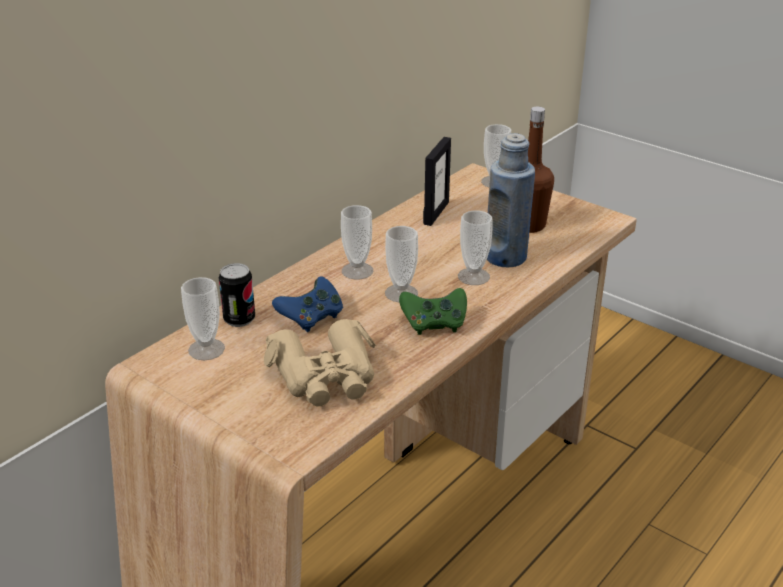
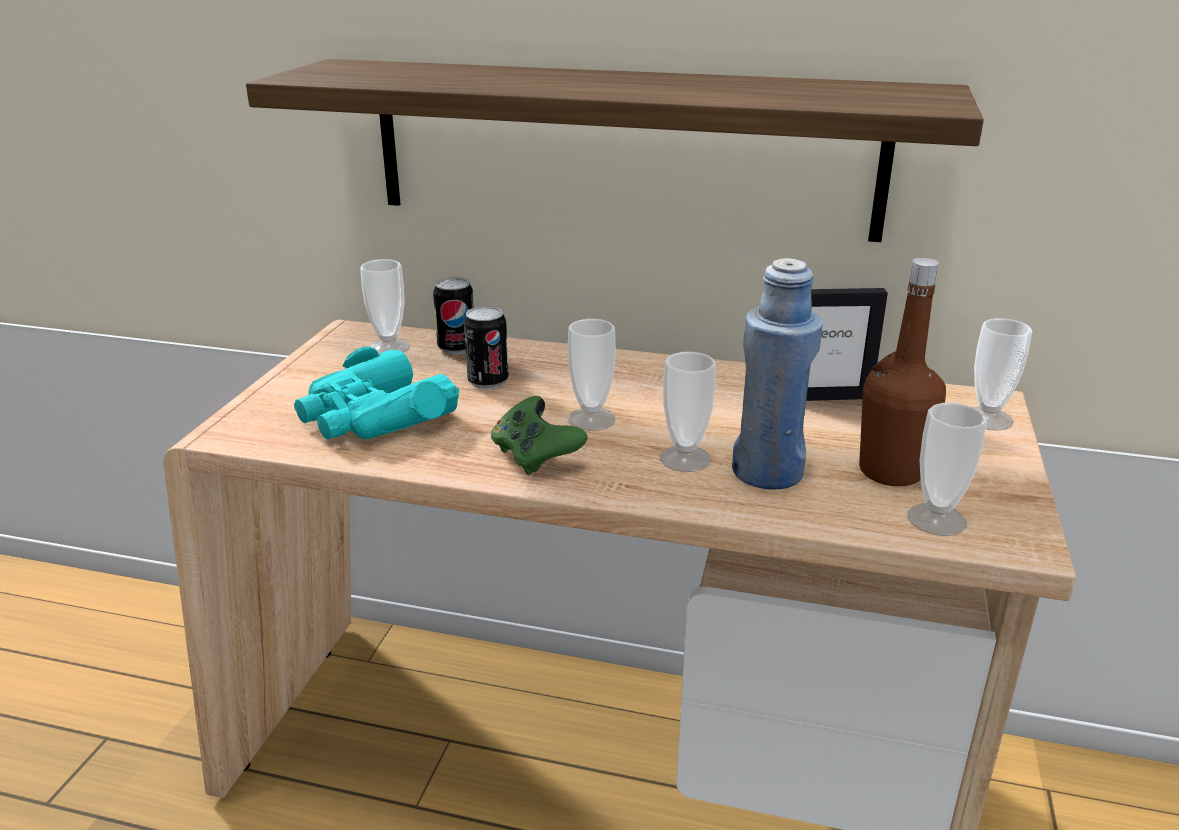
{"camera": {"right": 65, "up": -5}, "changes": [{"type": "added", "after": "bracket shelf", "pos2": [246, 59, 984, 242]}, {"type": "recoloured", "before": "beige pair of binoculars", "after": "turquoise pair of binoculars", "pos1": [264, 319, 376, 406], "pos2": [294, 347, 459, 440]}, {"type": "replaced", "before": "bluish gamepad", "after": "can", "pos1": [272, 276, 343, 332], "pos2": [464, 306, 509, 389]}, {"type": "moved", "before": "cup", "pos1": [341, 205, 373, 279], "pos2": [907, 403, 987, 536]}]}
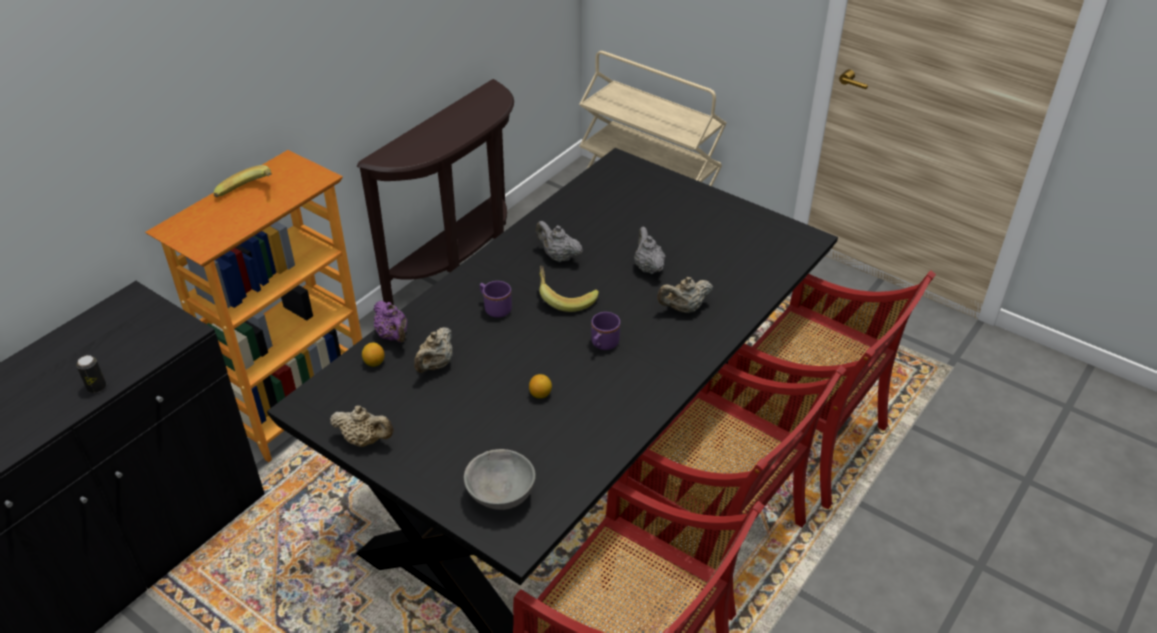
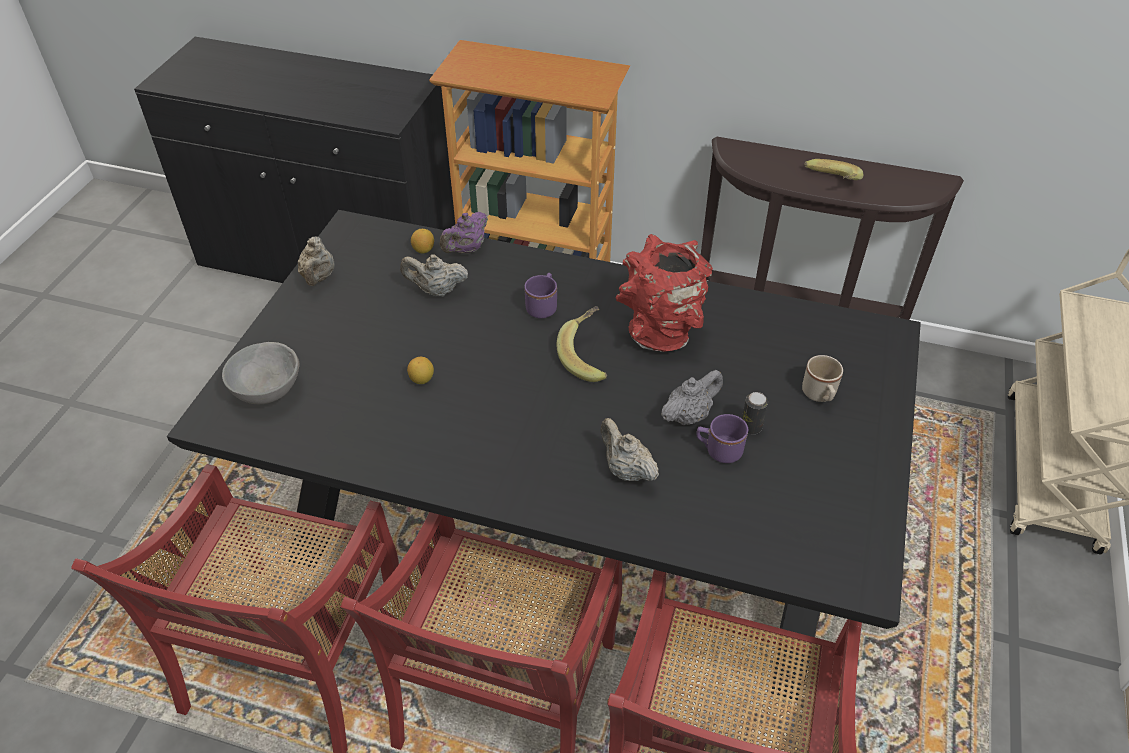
{"camera": {"right": 70, "up": 5}, "changes": [{"type": "replaced", "before": "grey pot for tea", "after": "red-coloured flower vase", "pos1": [536, 221, 583, 262], "pos2": [615, 234, 713, 352]}, {"type": "moved", "before": "purple-coloured tea mug", "pos1": [591, 312, 620, 350], "pos2": [696, 414, 748, 463]}, {"type": "moved", "before": "can", "pos1": [76, 355, 106, 393], "pos2": [742, 392, 768, 434]}, {"type": "added", "after": "beige tea mug", "pos2": [802, 355, 843, 402]}, {"type": "moved", "before": "whole banana", "pos1": [214, 165, 272, 197], "pos2": [804, 159, 863, 180]}]}
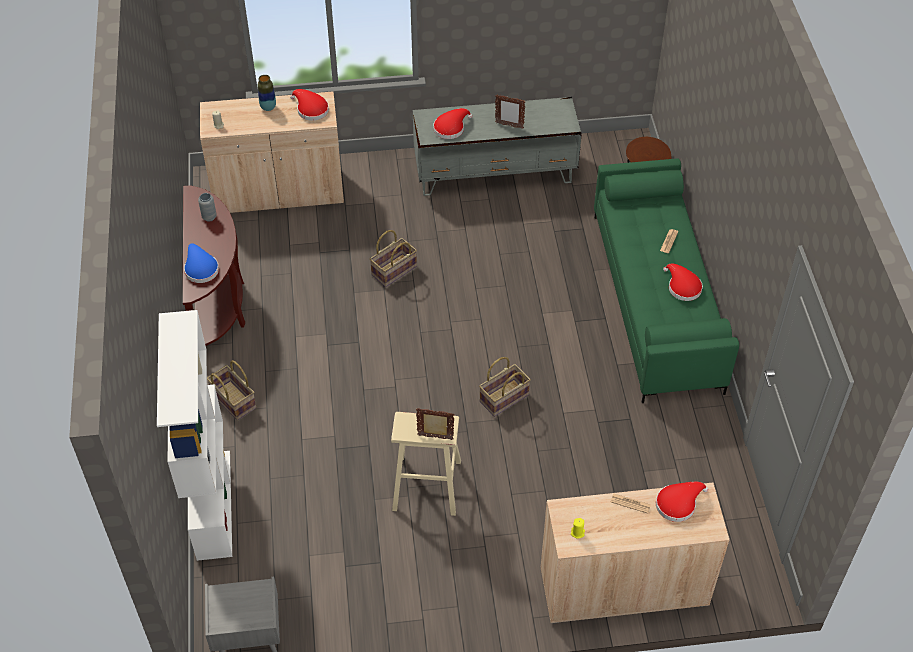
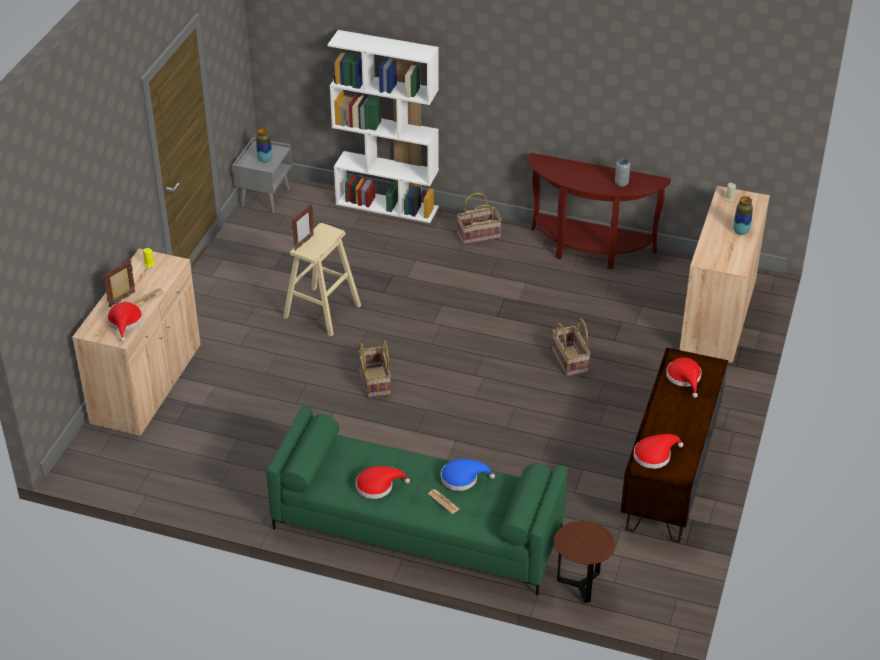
{"camera": {"right": 115, "up": -10}, "changes": [{"type": "moved", "before": "photo frame", "pos1": [495, 95, 526, 129], "pos2": [103, 260, 135, 307]}, {"type": "added", "after": "flower vase", "pos2": [256, 128, 272, 163]}, {"type": "moved", "before": "bluish hat", "pos1": [184, 243, 219, 283], "pos2": [441, 459, 495, 491]}, {"type": "recoloured", "before": "grey media console", "after": "brownish media console", "pos1": [413, 97, 582, 196], "pos2": [621, 347, 728, 543]}, {"type": "moved", "before": "red-coloured hat", "pos1": [290, 89, 329, 121], "pos2": [633, 434, 683, 469]}]}
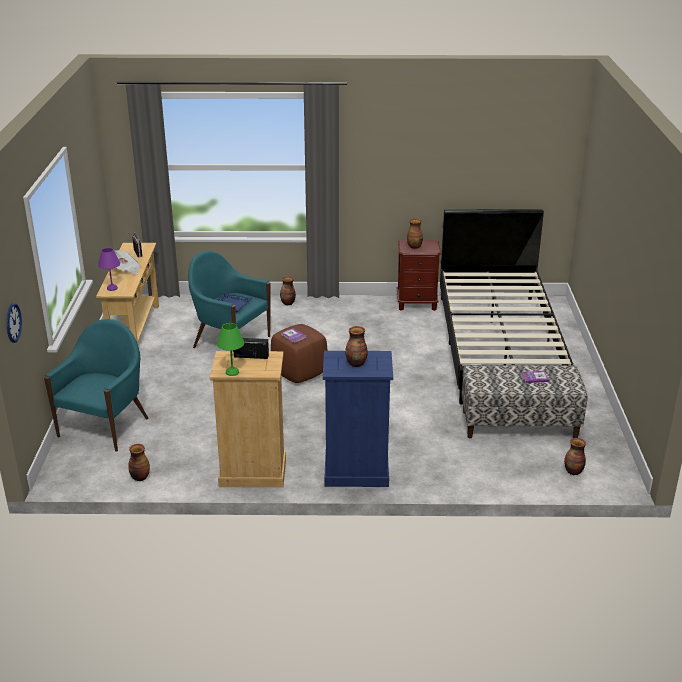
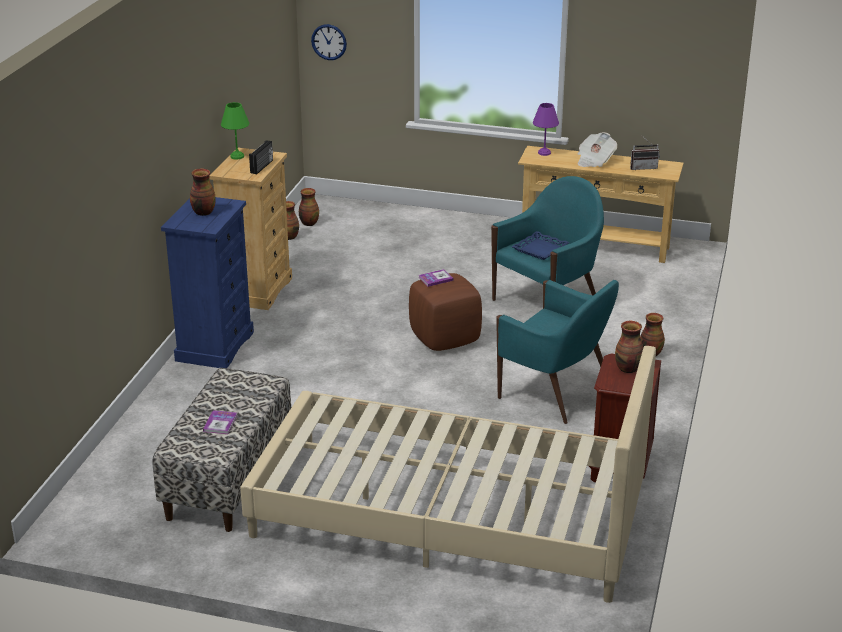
{"camera": {"right": 105, "up": 0}, "changes": [{"type": "recoloured", "before": "black-coloured bedroom bed", "after": "beige bedroom bed", "pos1": [440, 209, 574, 405], "pos2": [240, 346, 656, 603]}, {"type": "moved", "before": "flower vase", "pos1": [564, 438, 586, 475], "pos2": [299, 188, 319, 226]}, {"type": "moved", "before": "turquoise lounge chair", "pos1": [44, 319, 149, 452], "pos2": [496, 280, 619, 424]}]}
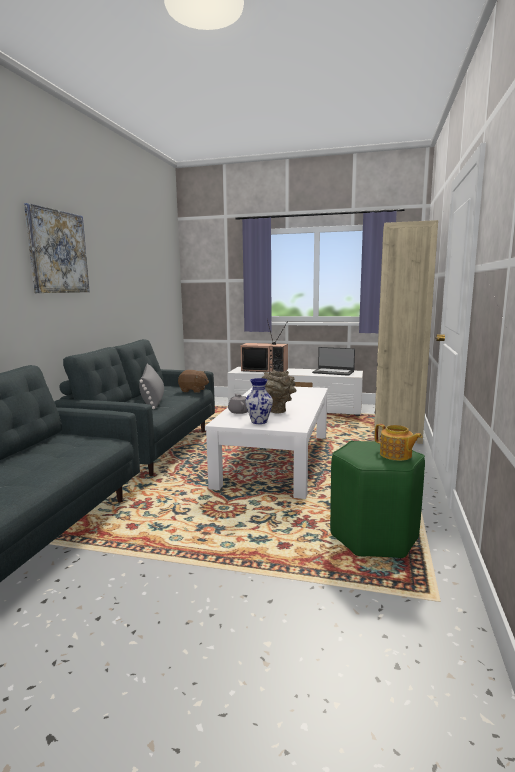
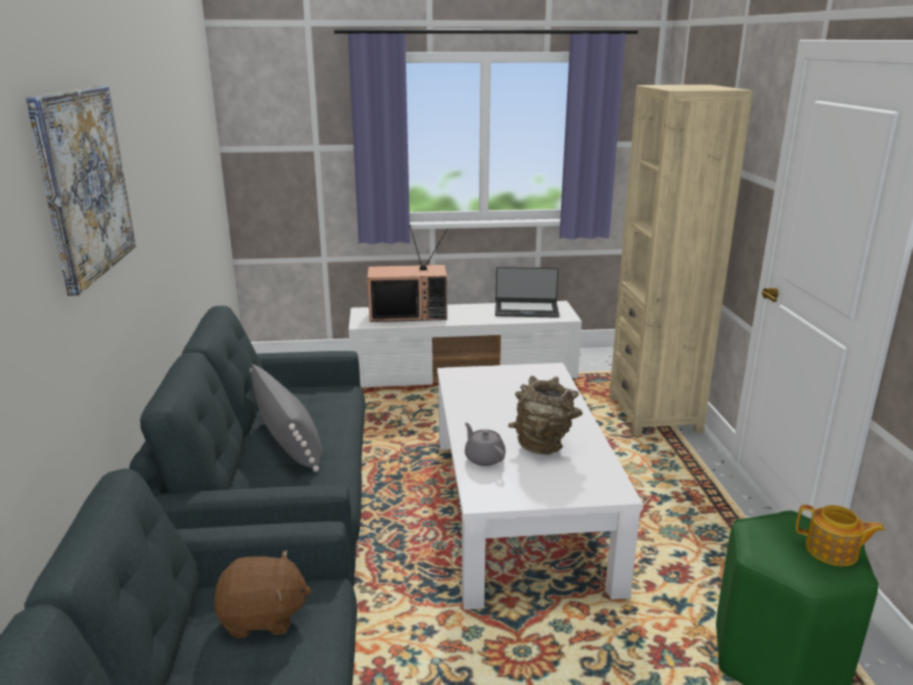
{"camera": {"right": -20, "up": 10}, "changes": [{"type": "moved", "before": "brownish cuddly toy", "pos1": [178, 370, 209, 393], "pos2": [214, 550, 312, 638]}, {"type": "removed", "before": "flower vase", "pos1": [245, 378, 273, 424]}]}
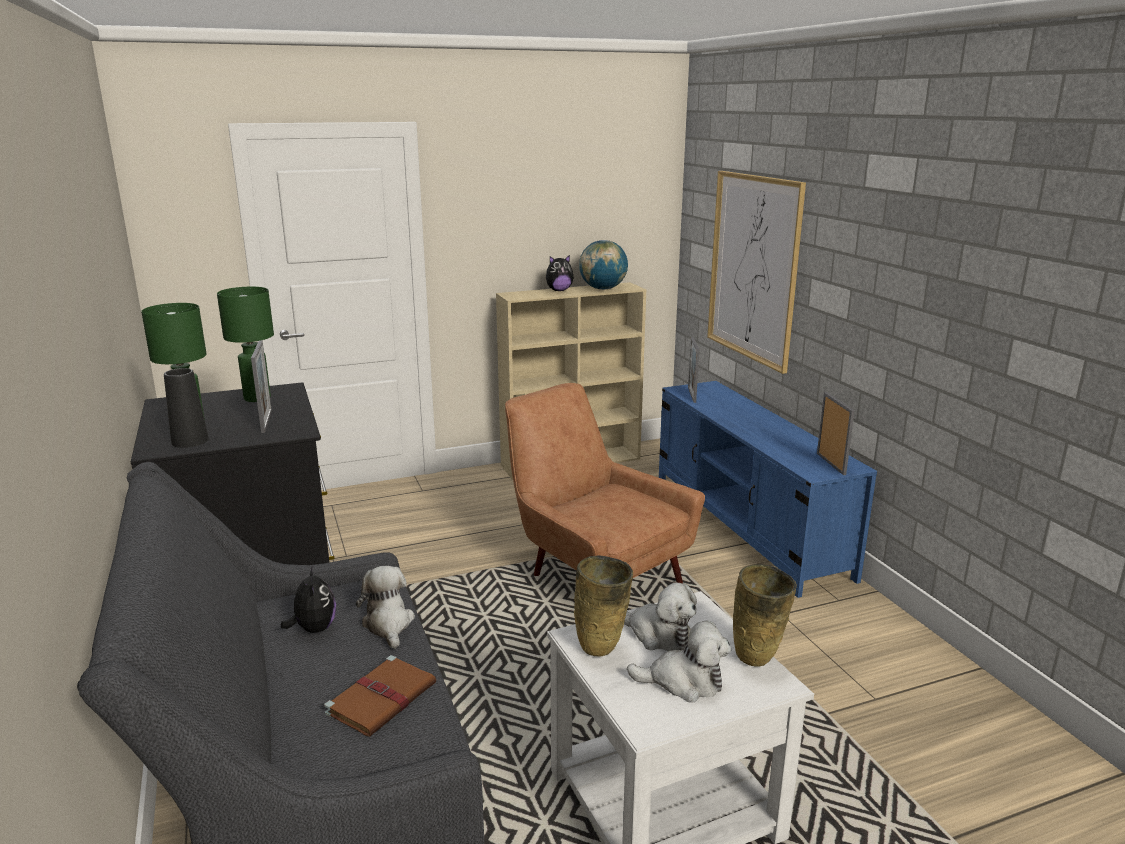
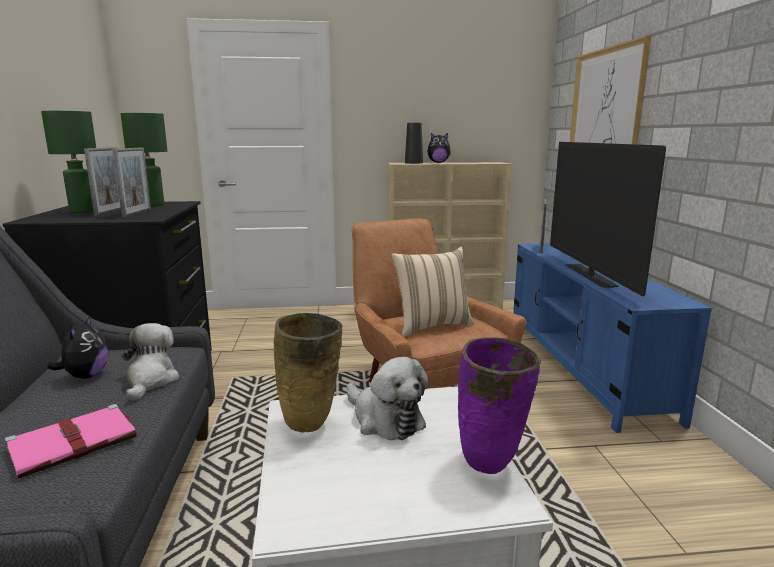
{"camera": {"right": 15, "up": -5}, "changes": [{"type": "recoloured", "before": "brownish book", "after": "pinkish book", "pos1": [324, 655, 436, 737], "pos2": [5, 404, 137, 479]}, {"type": "moved", "before": "photo frame", "pos1": [817, 392, 855, 475], "pos2": [84, 147, 121, 216]}, {"type": "added", "after": "beige cushion", "pos2": [391, 246, 475, 337]}, {"type": "moved", "before": "black-coloured flower vase", "pos1": [164, 368, 209, 448], "pos2": [405, 123, 423, 164]}, {"type": "recoloured", "before": "beige flower vase", "after": "purple-coloured flower vase", "pos1": [733, 564, 797, 667], "pos2": [458, 337, 541, 474]}, {"type": "added", "after": "TV", "pos2": [550, 142, 666, 296]}, {"type": "removed", "before": "globe", "pos1": [579, 240, 628, 290]}, {"type": "removed", "before": "cuddly toy", "pos1": [627, 620, 731, 702]}]}
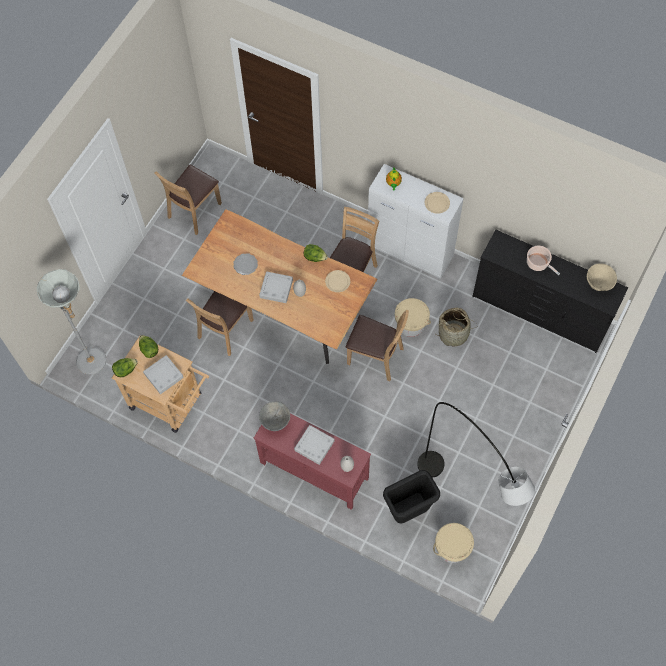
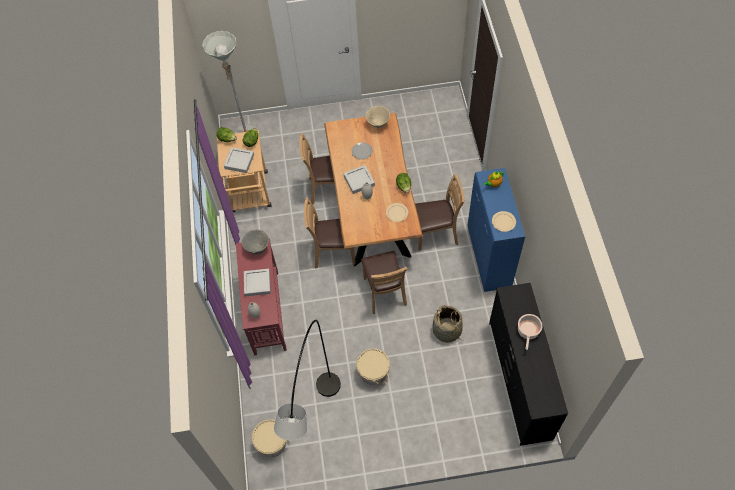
{"camera": {"right": 55, "up": -5}, "changes": [{"type": "moved", "before": "brownish plain chair", "pos1": [155, 165, 222, 235], "pos2": [304, 198, 355, 269]}, {"type": "moved", "before": "beige bucket", "pos1": [395, 298, 431, 337], "pos2": [356, 349, 390, 385]}, {"type": "moved", "before": "beige serving bowl", "pos1": [587, 263, 617, 291], "pos2": [366, 106, 390, 128]}, {"type": "recoloured", "before": "white-coloured storage cabinet", "after": "bluish storage cabinet", "pos1": [367, 164, 464, 279], "pos2": [467, 168, 525, 292]}, {"type": "removed", "before": "black-coloured rubbish bin", "pos1": [383, 470, 440, 523]}]}
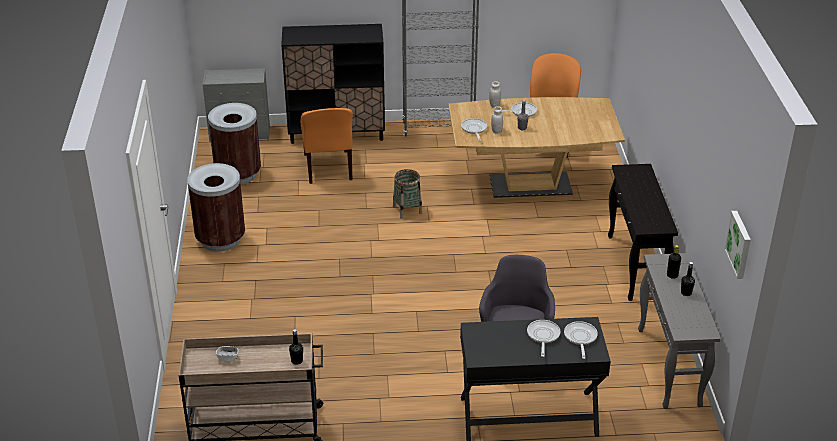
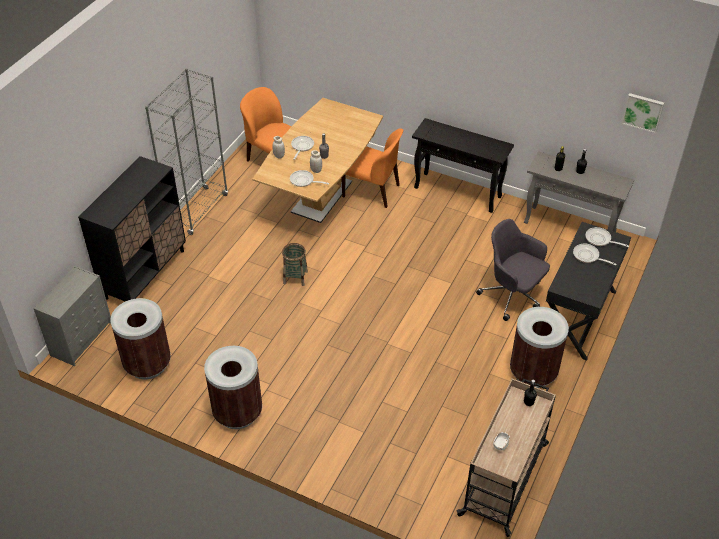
{"camera": {"right": -60, "up": 10}, "changes": [{"type": "moved", "before": "orangey plain chair", "pos1": [300, 108, 353, 184], "pos2": [341, 129, 404, 208]}, {"type": "added", "after": "brownish rubbish bin", "pos2": [510, 307, 569, 388]}]}
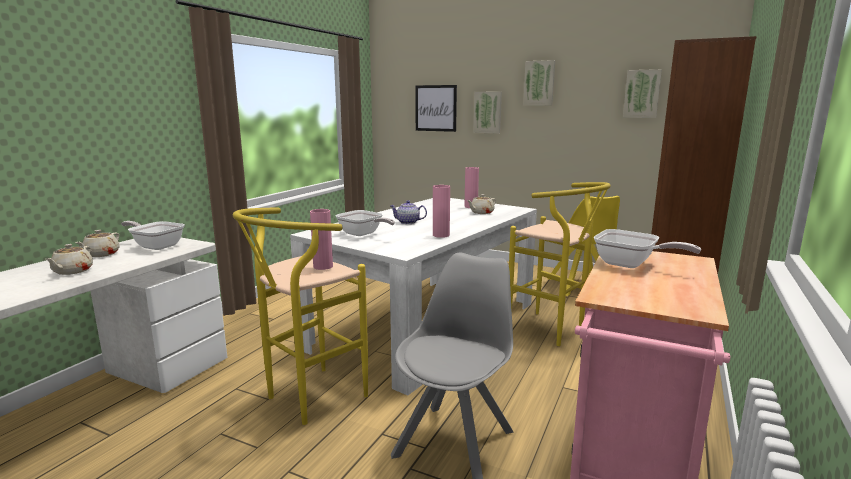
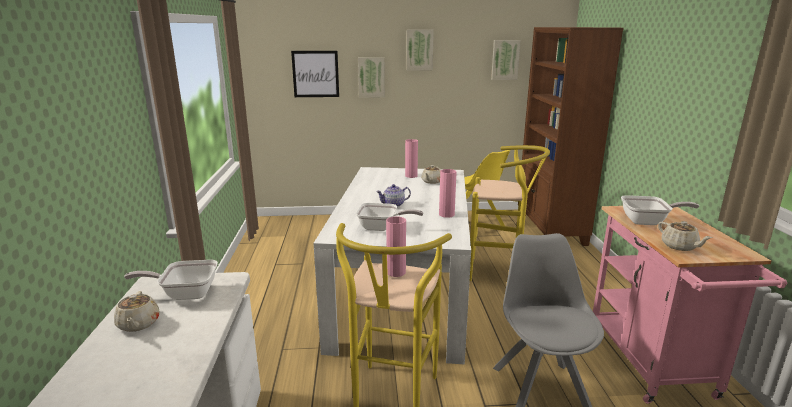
{"camera": {"right": -30, "up": 5}, "changes": [{"type": "moved", "before": "beige pot for tea", "pos1": [45, 244, 93, 275], "pos2": [658, 221, 712, 251]}]}
